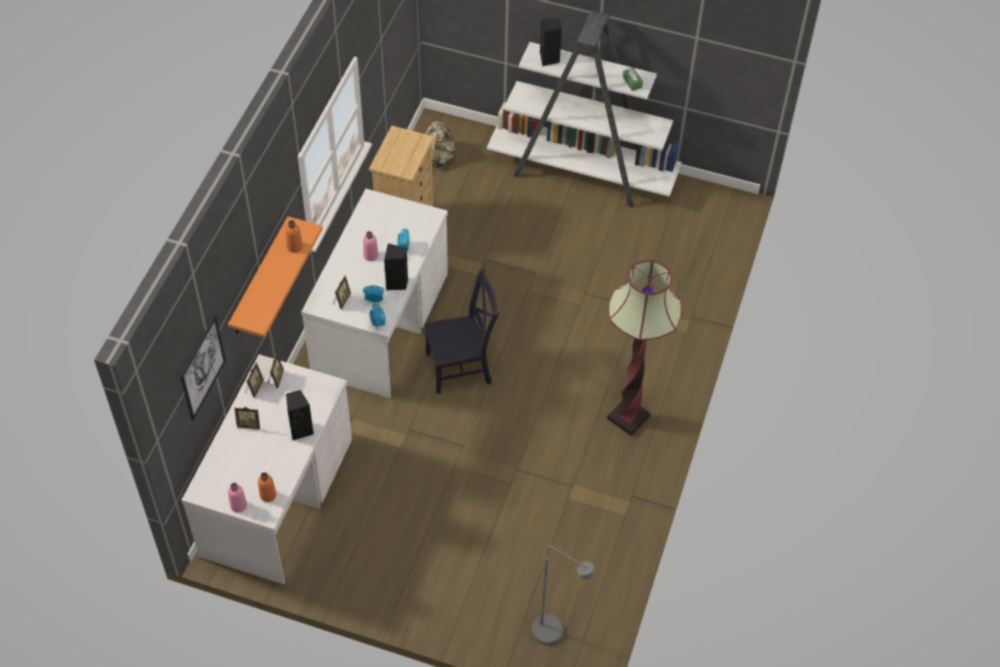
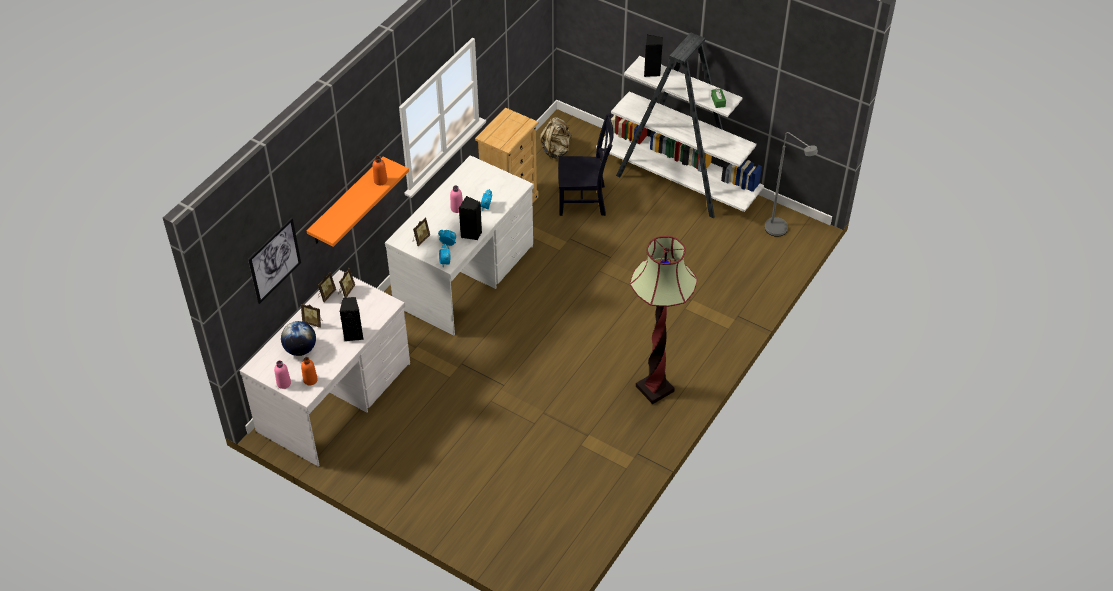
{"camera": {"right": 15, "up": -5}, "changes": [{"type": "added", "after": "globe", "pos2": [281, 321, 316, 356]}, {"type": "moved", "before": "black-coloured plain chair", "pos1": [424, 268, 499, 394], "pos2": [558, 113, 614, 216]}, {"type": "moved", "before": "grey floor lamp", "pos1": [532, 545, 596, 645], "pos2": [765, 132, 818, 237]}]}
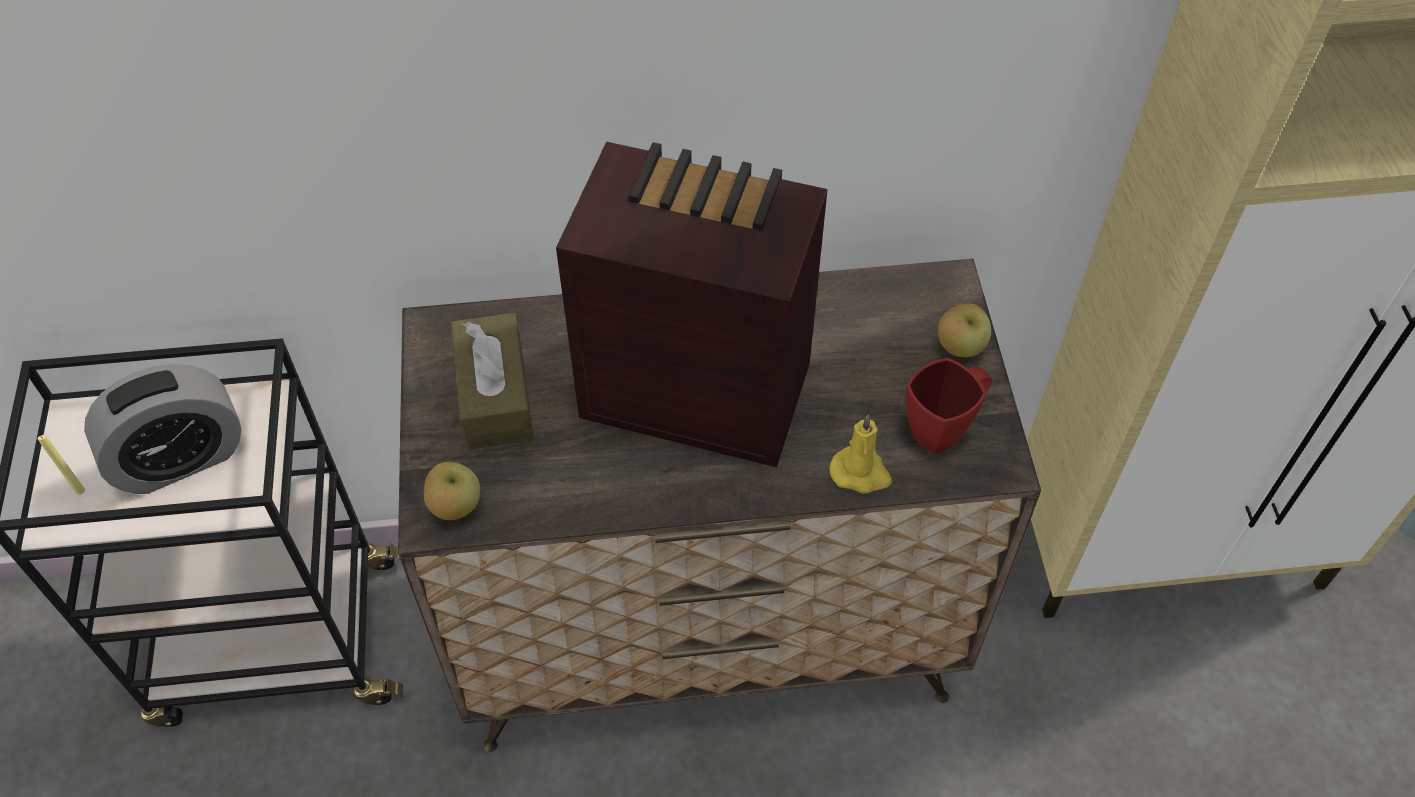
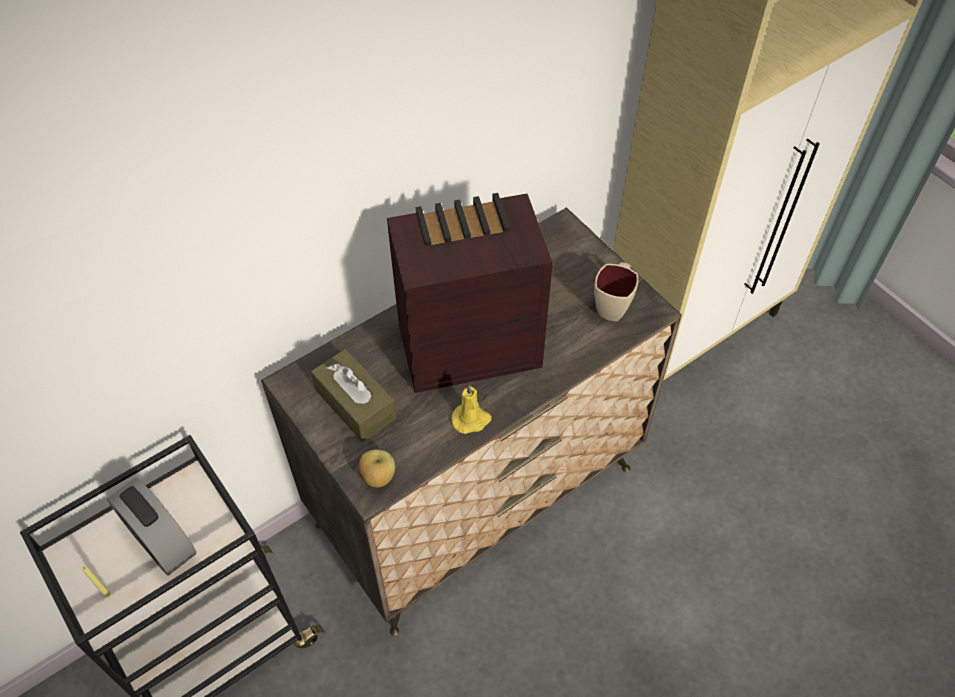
{"camera": {"right": -30, "up": 0}, "changes": [{"type": "turned", "before": "bedside clock", "pos1": [84, 364, 242, 494], "pos2": [107, 478, 196, 576], "turn": 105}, {"type": "moved", "before": "yellowish wax light", "pos1": [829, 415, 892, 494], "pos2": [451, 384, 492, 434]}, {"type": "recoloured", "before": "red-coloured tea mug", "after": "beige tea mug", "pos1": [906, 358, 992, 454], "pos2": [594, 262, 639, 321]}, {"type": "removed", "before": "apple fruit", "pos1": [938, 303, 991, 357]}]}
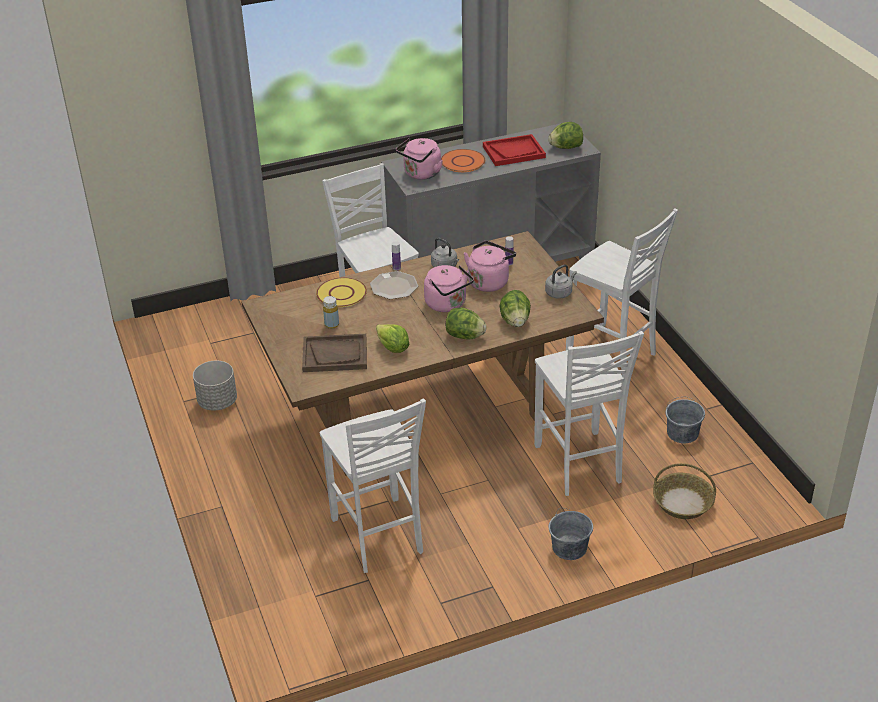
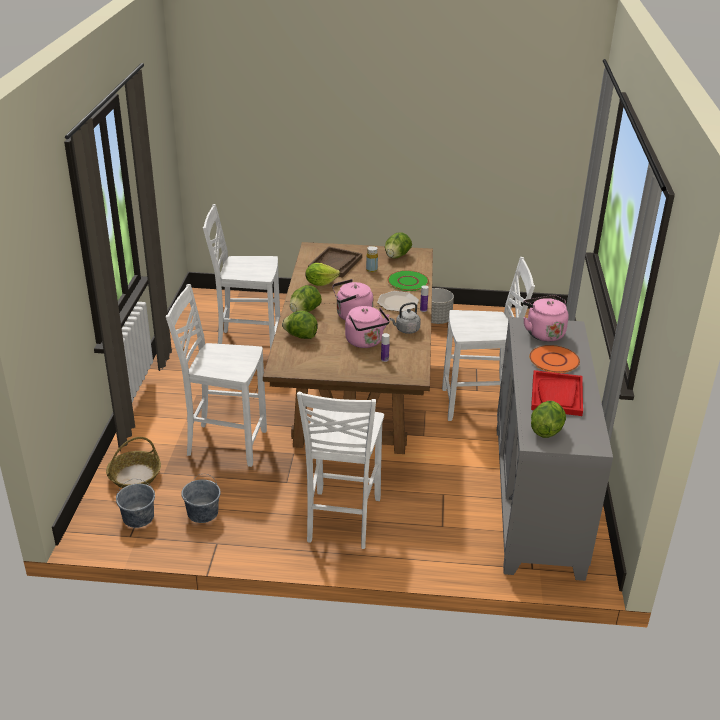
{"camera": {"right": 115, "up": -5}, "changes": [{"type": "moved", "before": "grey bucket", "pos1": [549, 508, 593, 560], "pos2": [116, 479, 155, 528]}, {"type": "turned", "before": "white-coloured plain chair", "pos1": [566, 209, 678, 377], "pos2": [297, 392, 384, 549], "turn": -60}, {"type": "added", "after": "lettuce head", "pos2": [385, 233, 412, 258]}, {"type": "recoloured", "before": "yellowish flat dish", "after": "green-coloured flat dish", "pos1": [316, 277, 367, 307], "pos2": [387, 270, 429, 291]}, {"type": "removed", "before": "grey kettle", "pos1": [545, 264, 577, 299]}]}
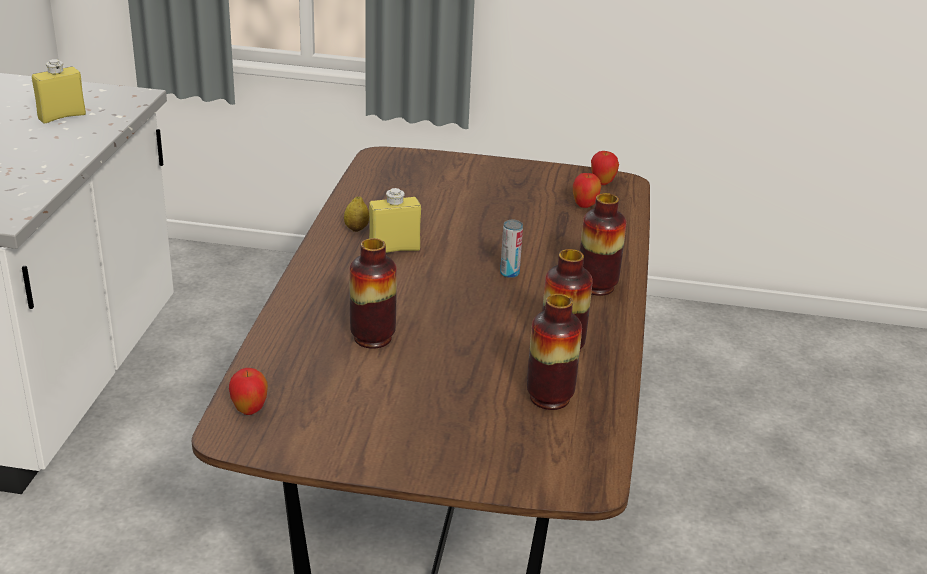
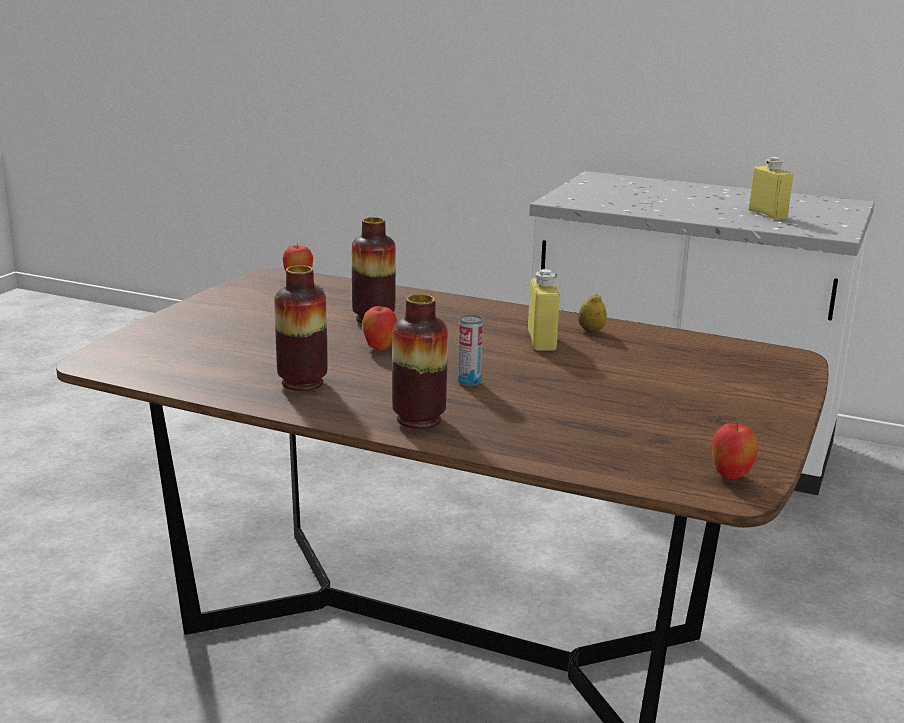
{"camera": {"right": 105, "up": -10}, "changes": [{"type": "moved", "before": "apple fruit", "pos1": [573, 173, 601, 208], "pos2": [362, 305, 397, 350]}, {"type": "removed", "before": "flower vase", "pos1": [527, 294, 582, 410]}]}
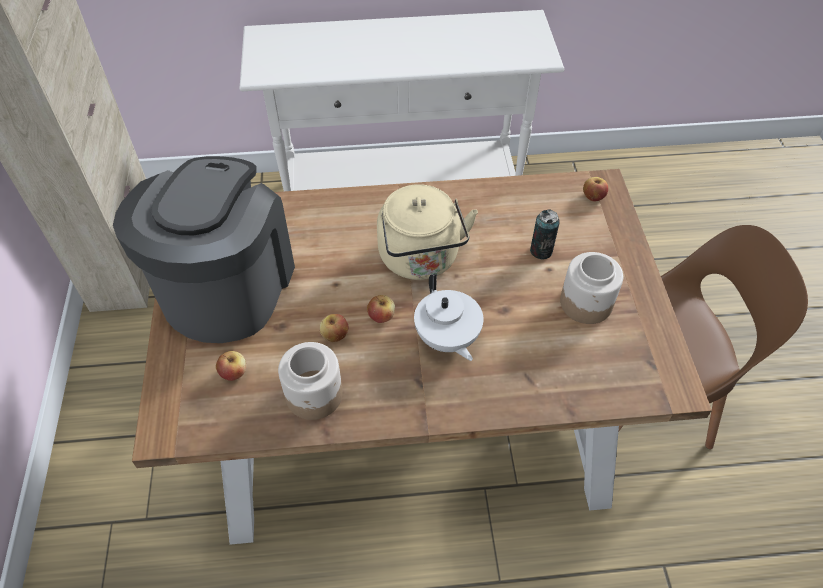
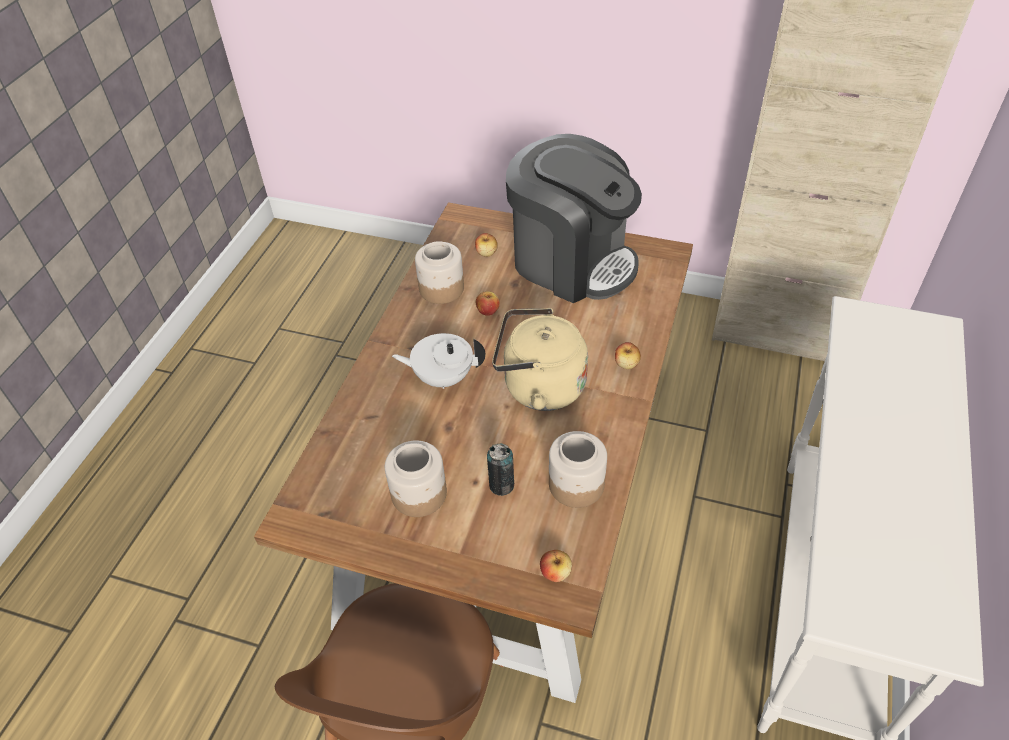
{"camera": {"right": 115, "up": -5}, "changes": [{"type": "added", "after": "storage jar", "pos2": [549, 431, 607, 508]}, {"type": "moved", "before": "apple fruit", "pos1": [367, 295, 395, 323], "pos2": [615, 342, 641, 369]}]}
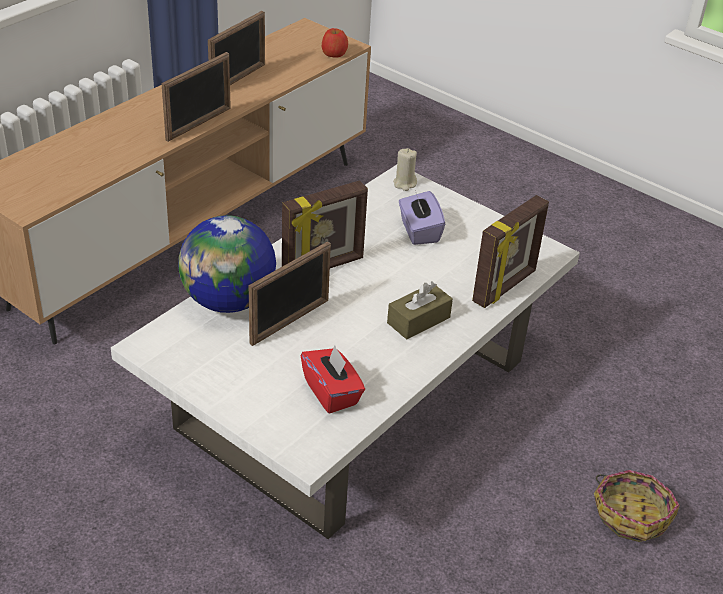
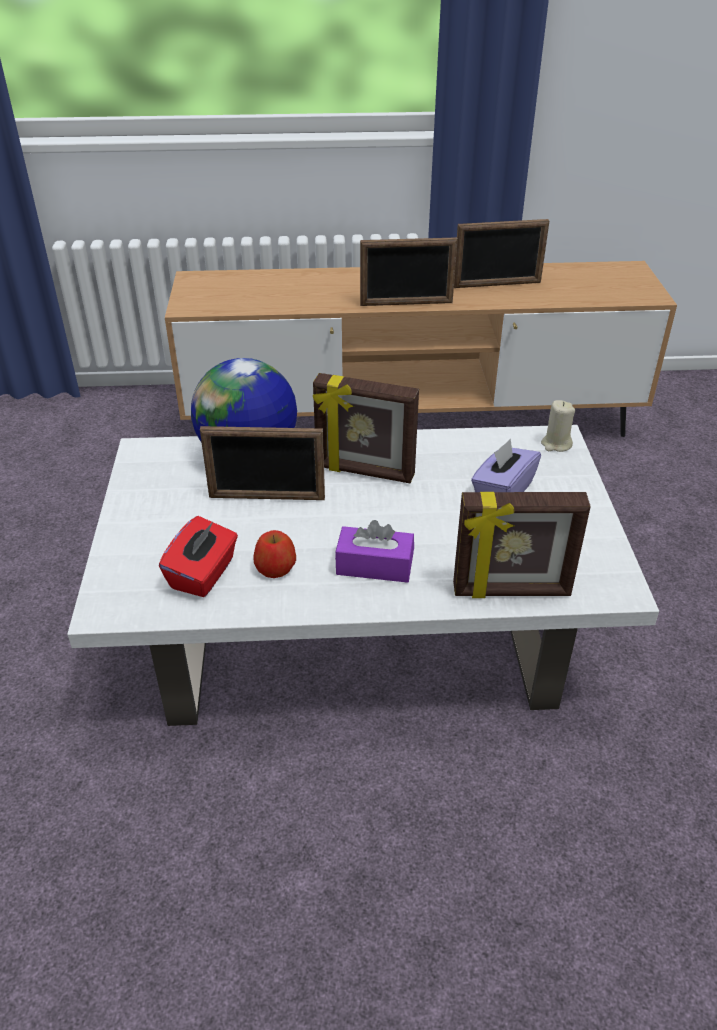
{"camera": {"right": 50, "up": 0}, "changes": [{"type": "moved", "before": "apple fruit", "pos1": [322, 28, 348, 57], "pos2": [253, 530, 296, 578]}, {"type": "recoloured", "before": "brownish tissue box", "after": "purple-coloured tissue box", "pos1": [387, 281, 453, 339], "pos2": [335, 520, 414, 583]}, {"type": "removed", "before": "basket", "pos1": [594, 470, 680, 542]}]}
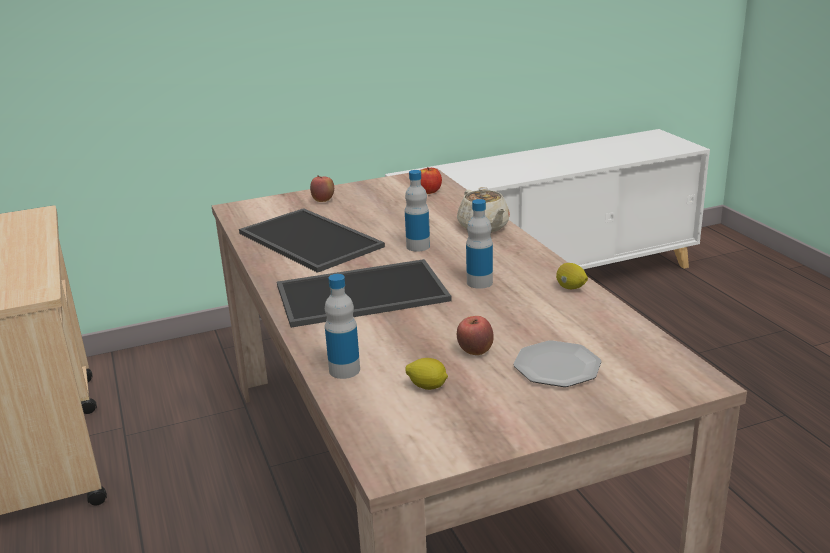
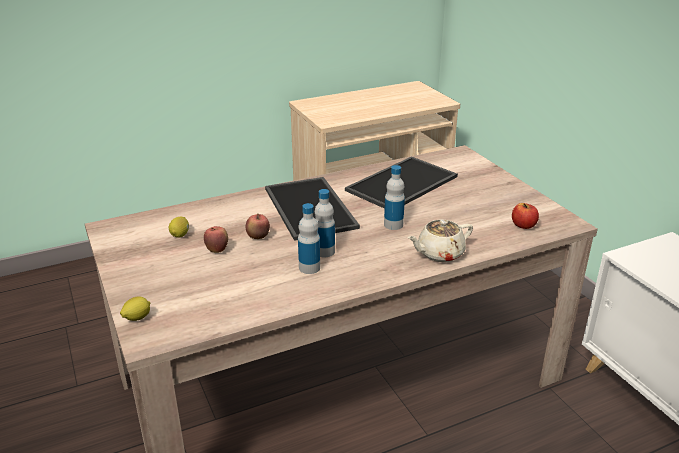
{"camera": {"right": 85, "up": 5}, "changes": [{"type": "moved", "before": "citrus fruit", "pos1": [556, 263, 588, 289], "pos2": [120, 296, 150, 321]}, {"type": "moved", "before": "apple fruit", "pos1": [310, 175, 334, 202], "pos2": [246, 213, 270, 239]}, {"type": "moved", "before": "drink bottle", "pos1": [325, 274, 360, 379], "pos2": [298, 203, 320, 274]}, {"type": "removed", "before": "flat dish", "pos1": [513, 340, 601, 387]}]}
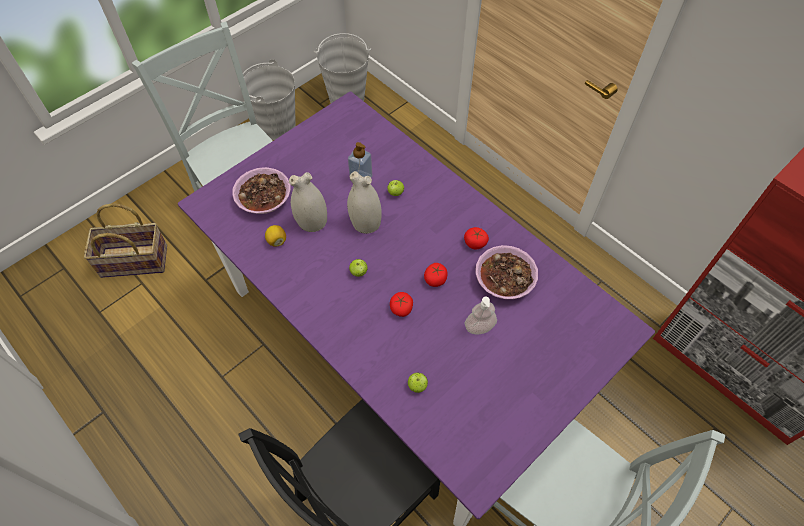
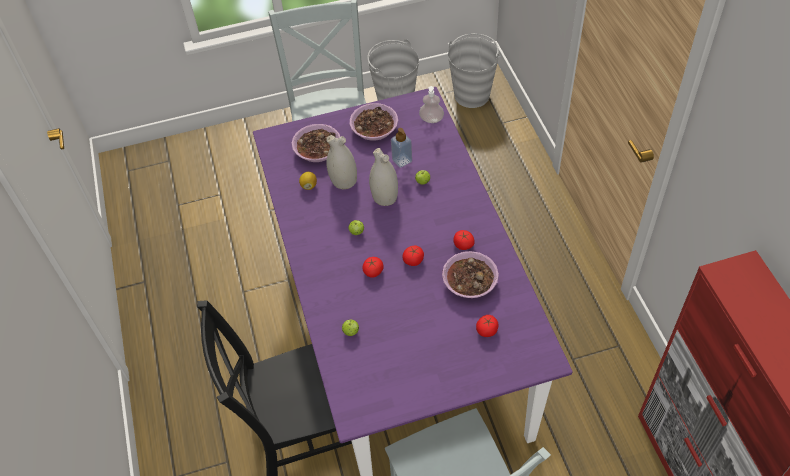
{"camera": {"right": 30, "up": -5}, "changes": [{"type": "added", "after": "serving bowl", "pos2": [350, 103, 398, 141]}, {"type": "moved", "before": "soap bottle", "pos1": [464, 296, 497, 334], "pos2": [419, 86, 444, 123]}, {"type": "added", "after": "tomato", "pos2": [476, 315, 499, 337]}, {"type": "removed", "before": "basket", "pos1": [84, 203, 167, 278]}]}
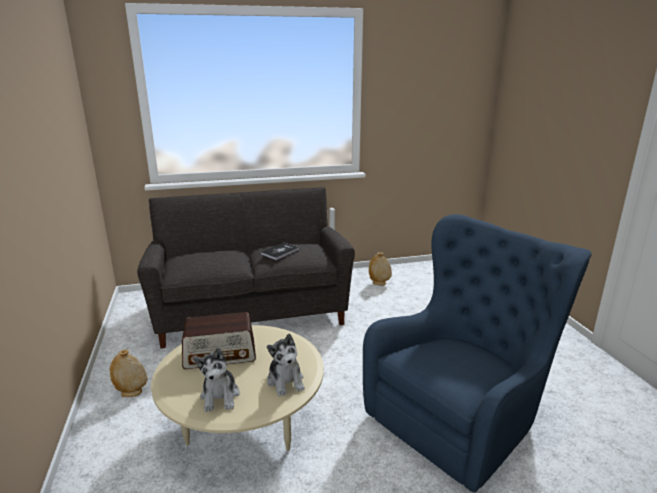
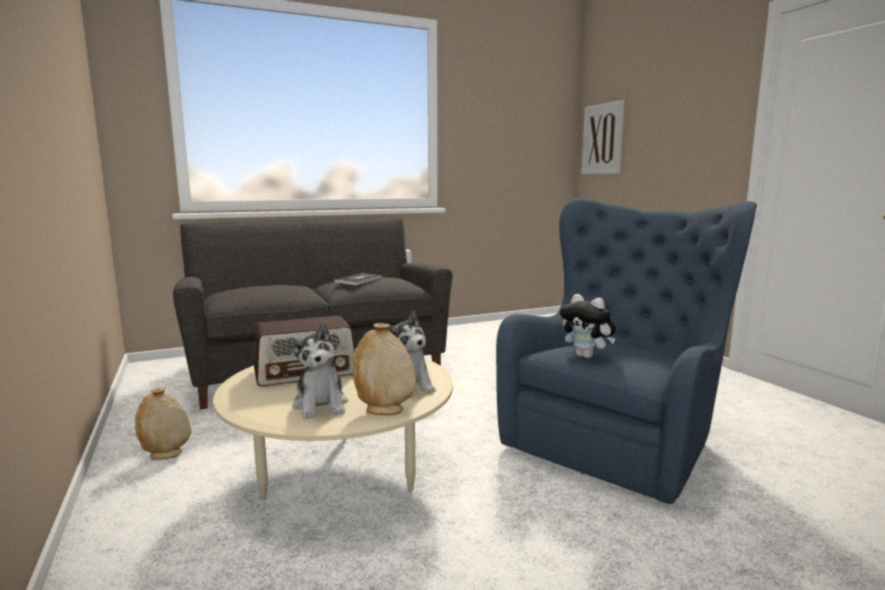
{"camera": {"right": -10, "up": -10}, "changes": [{"type": "moved", "before": "beige flower vase", "pos1": [369, 252, 392, 285], "pos2": [353, 323, 416, 415]}, {"type": "added", "after": "cuddly toy", "pos2": [560, 294, 616, 358]}, {"type": "added", "after": "wall art", "pos2": [581, 100, 625, 174]}]}
